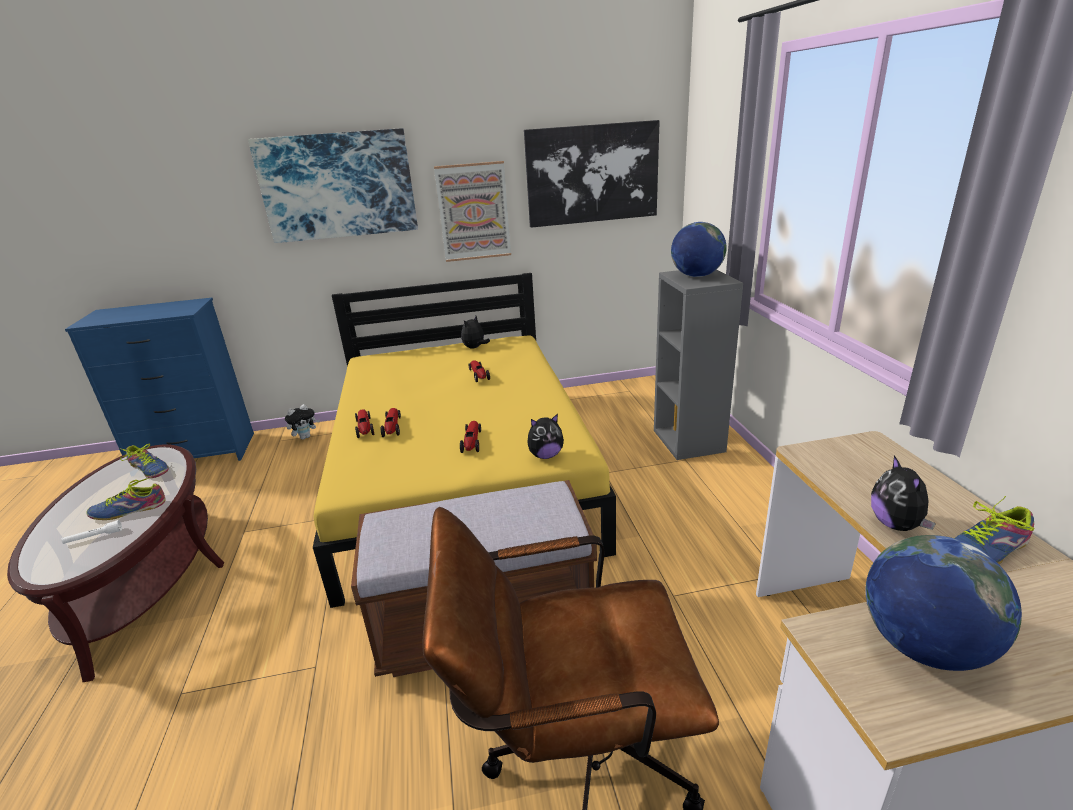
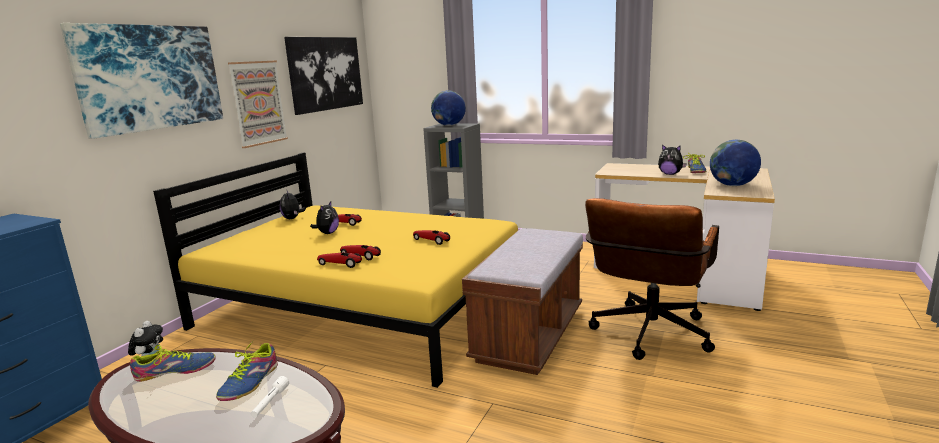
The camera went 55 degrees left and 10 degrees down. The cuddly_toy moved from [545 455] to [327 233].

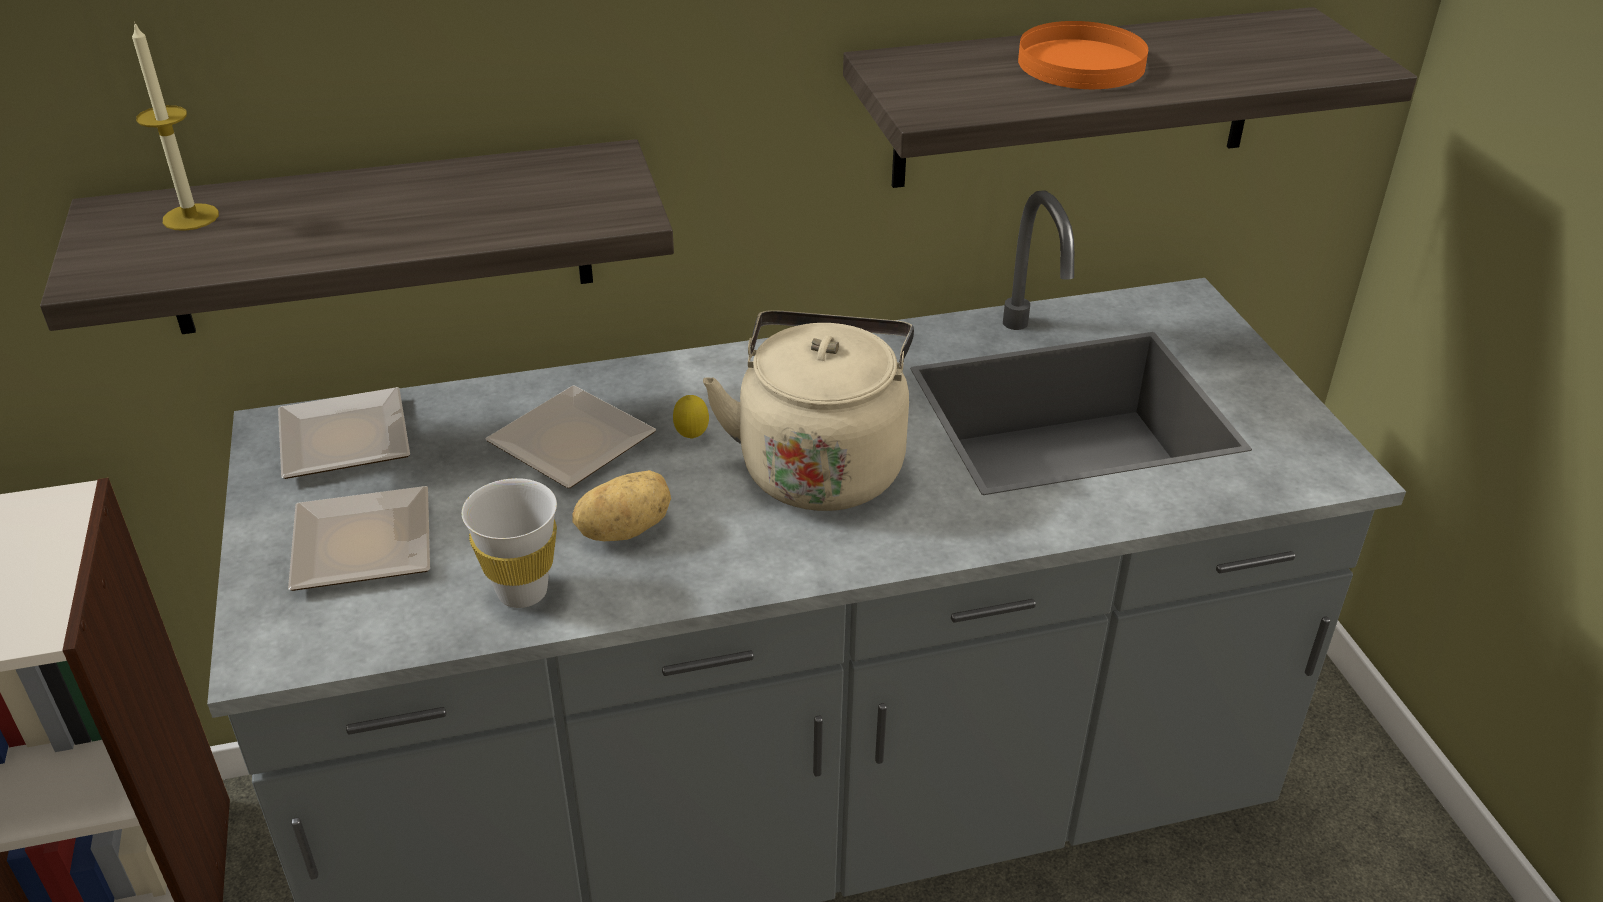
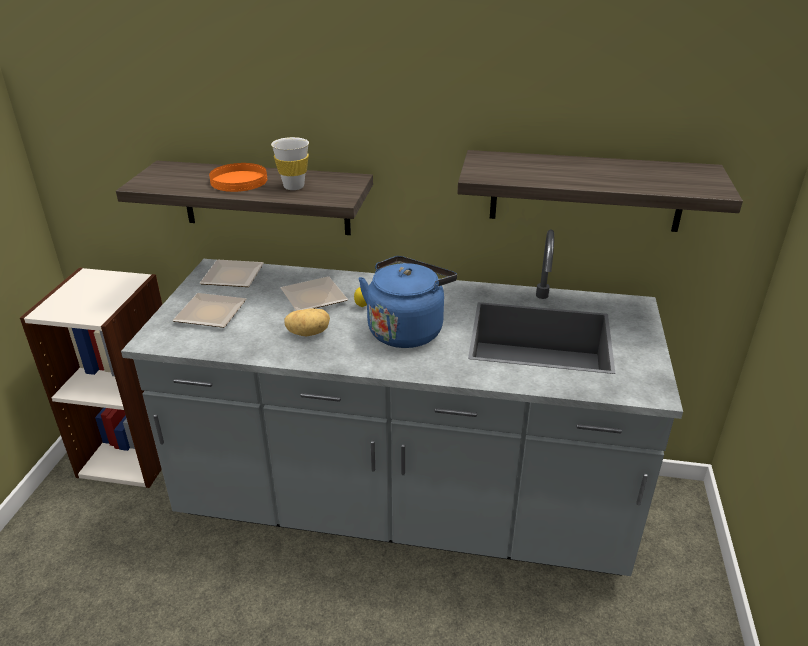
The camera went 25 degrees right and 5 degrees down. The orangey_dinner_plate moved from [1080 63] to [238 181]. The white_small_cup moved from [522 592] to [294 187]. The sand-coloured_kettle at [821 464] became the bluish_kettle at [407 329]. The wax_light at [190 217] disappeared.

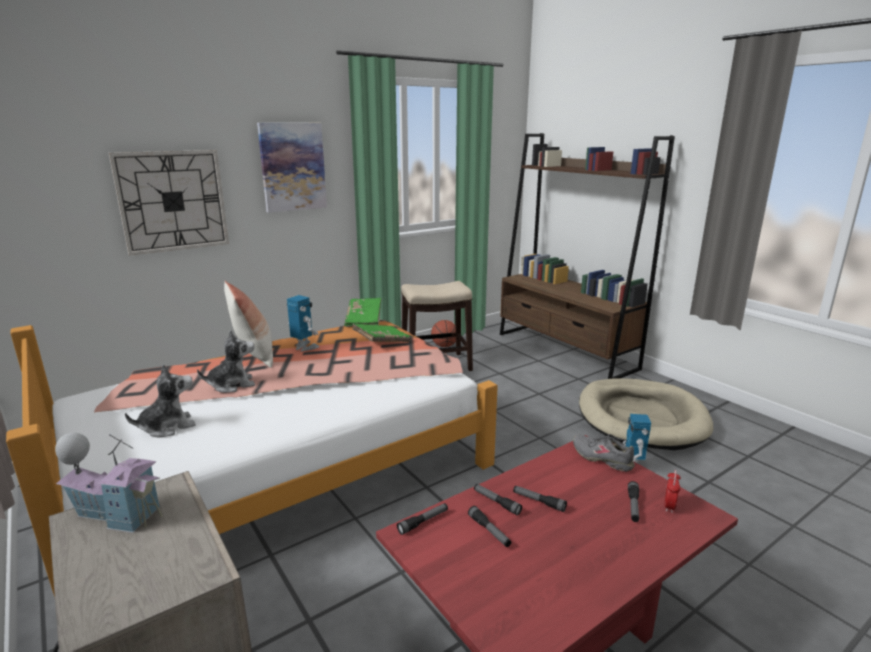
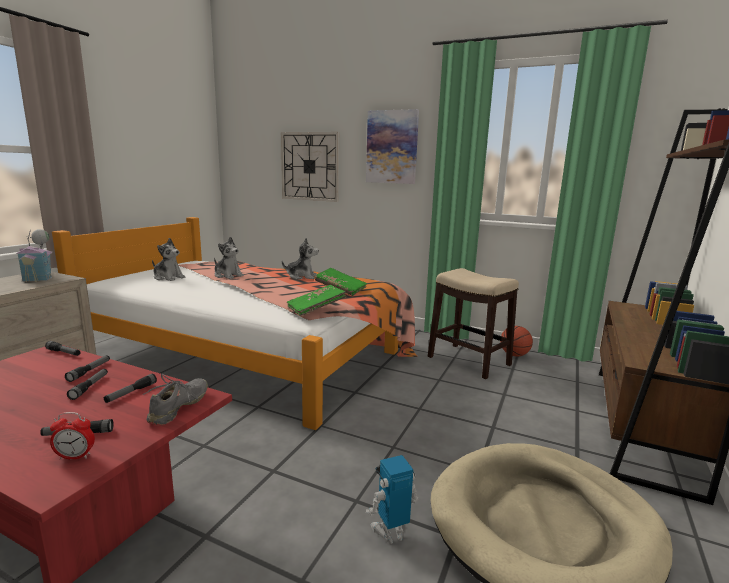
The camera went 60 degrees right and 5 degrees down. The flashlight moved from [489 531] to [131 393]. The toy_robot at [304 348] was replaced by the cuddly_toy at [301 276]. The green-coloured_book moved from [364 320] to [316 309]. The pillow at [254 355] disappeared.

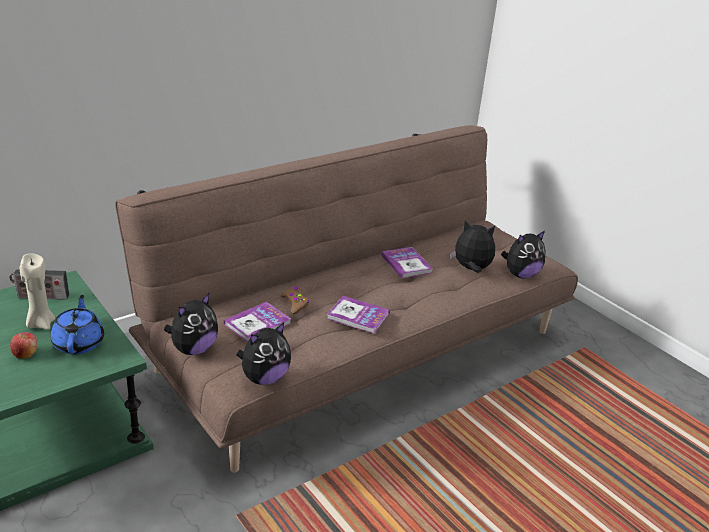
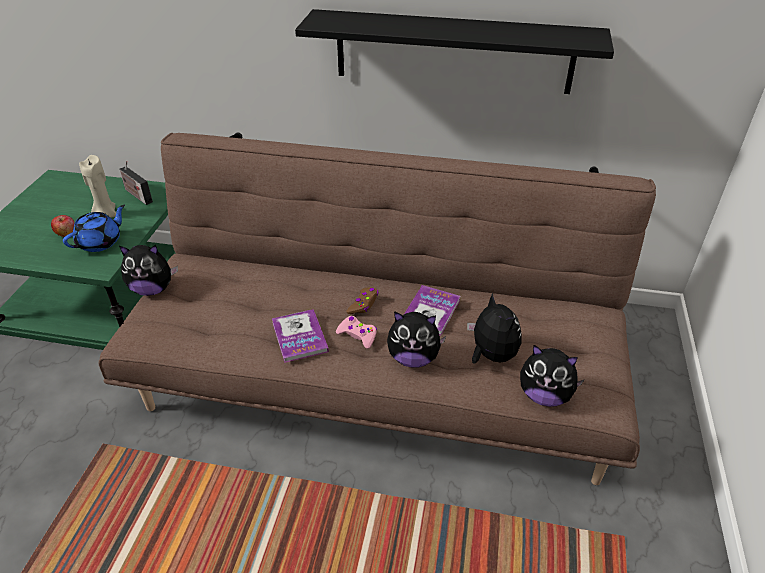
The camera went 50 degrees right and 10 degrees up. The black-coloured_wall_shelf at [453 52] appeared. The pink_game_controller at [357 335] appeared. The brown-coloured_game_controller moved from [295 303] to [363 304]. The cuddly_toy moved from [264 378] to [413 358]. The book at [257 324] disappeared.

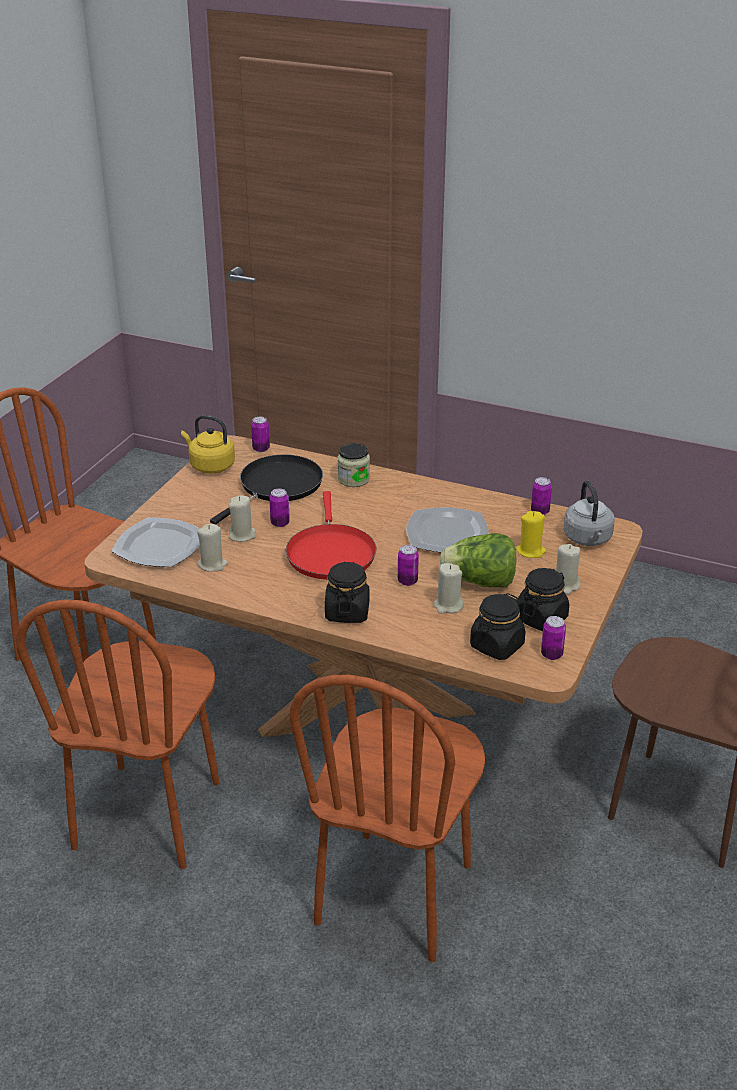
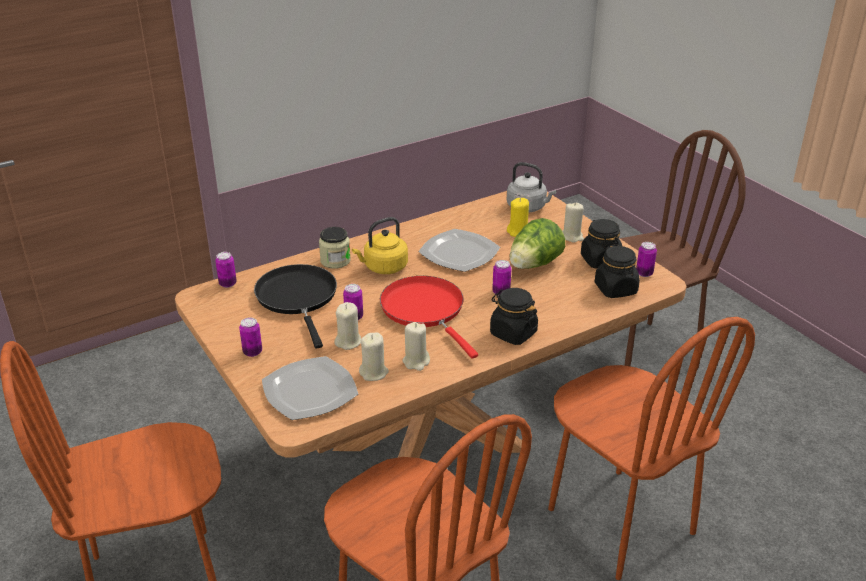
The camera went 55 degrees left and 0 degrees up. The metal_can moved from [540 511] to [252 352]. The yellow-coloured_kettle moved from [210 466] to [383 268]. The reddish_frying_pan at [330 553] turned 150 degrees counterclockwise. The sand-coloured_wax_light moved from [448 606] to [416 362].

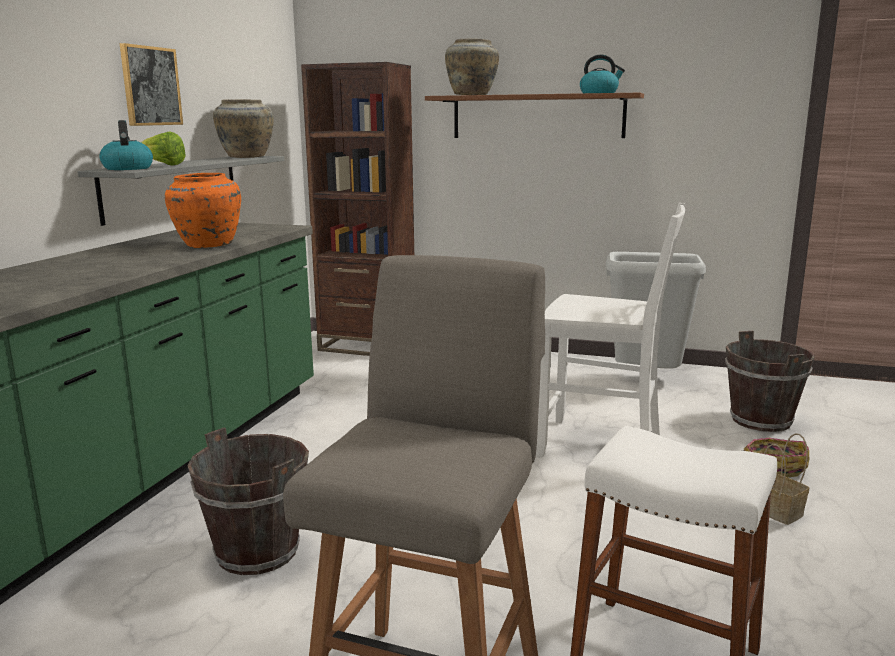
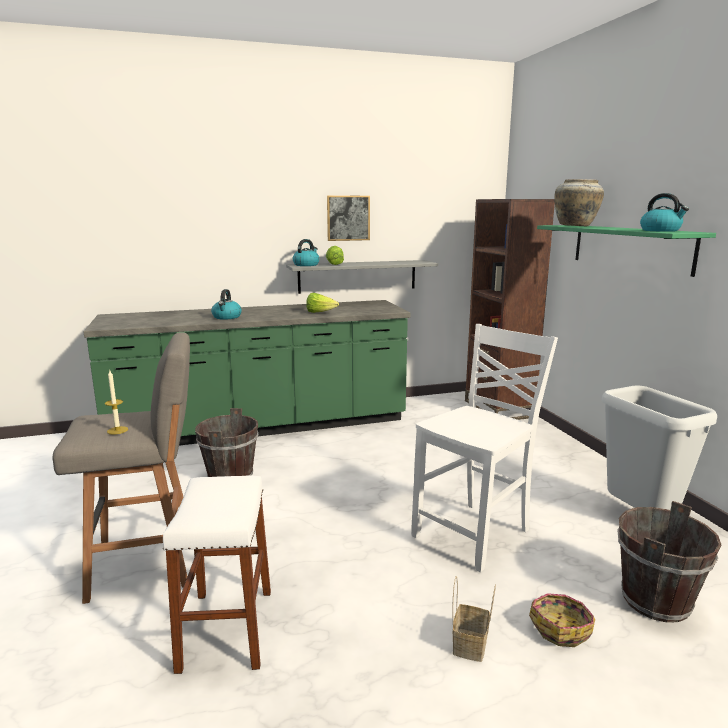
The camera went 55 degrees right and 0 degrees up. The wax_light at [117 430] appeared. The kettle at [227 317] appeared. The orangey_decorative_vase at [207 245] was replaced by the lettuce at [320 313]. The white_chair at [602 446] turned 120 degrees counterclockwise. The brown-coloured_wall_shelf at [537 116] became the green-coloured_wall_shelf at [630 247]. The sand-coloured_decorative_vase at [246 157] disappeared.

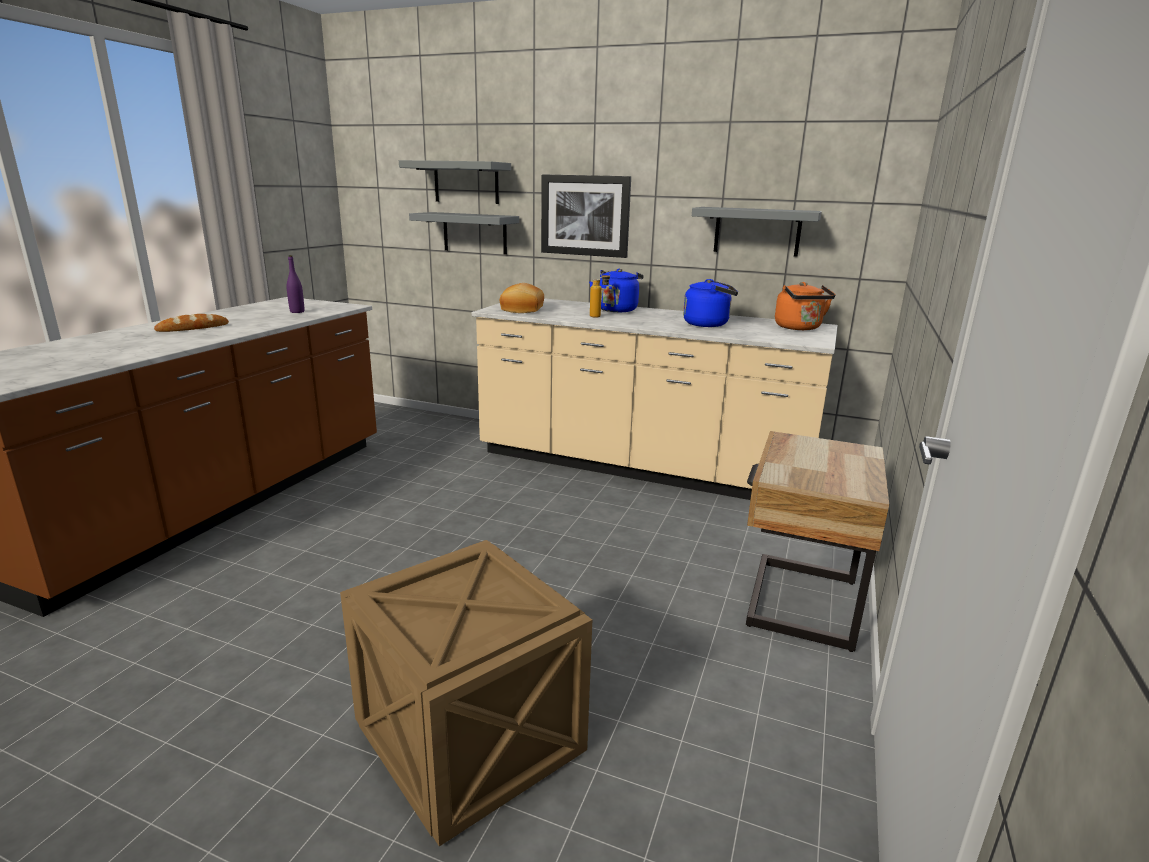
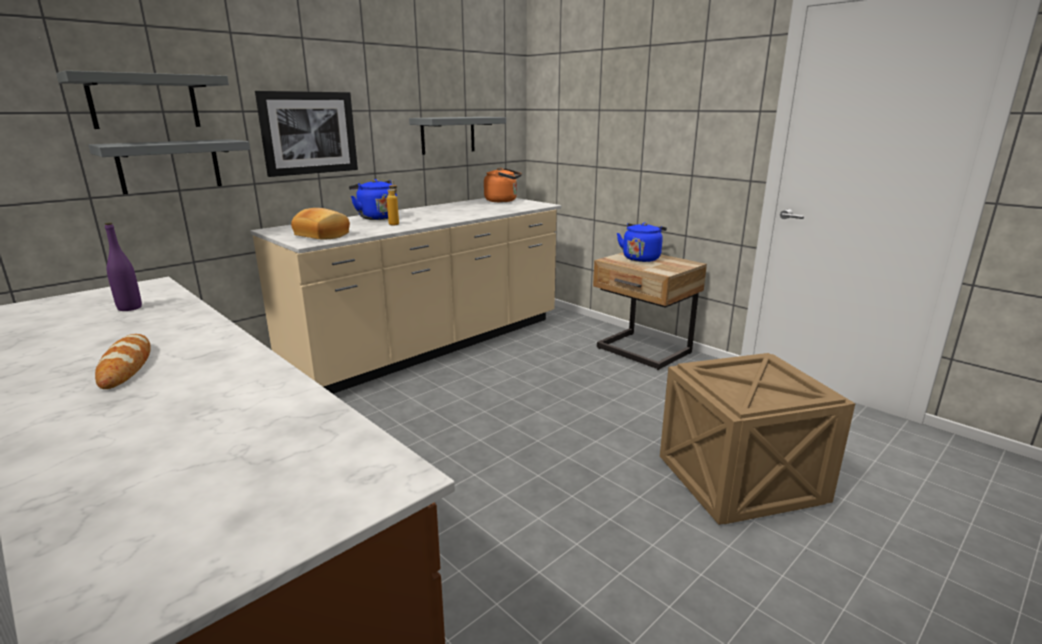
The camera went 65 degrees left and 0 degrees up. The bluish_kettle moved from [708 324] to [641 258].

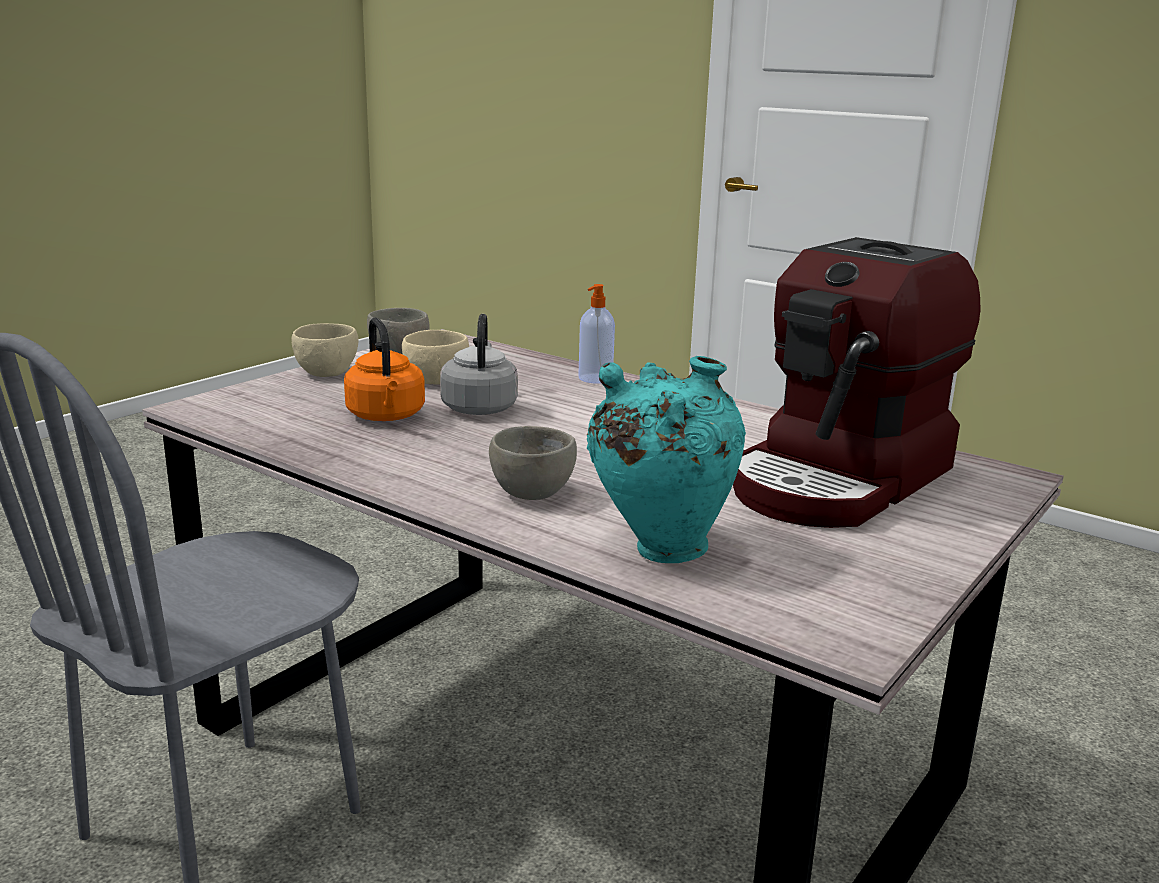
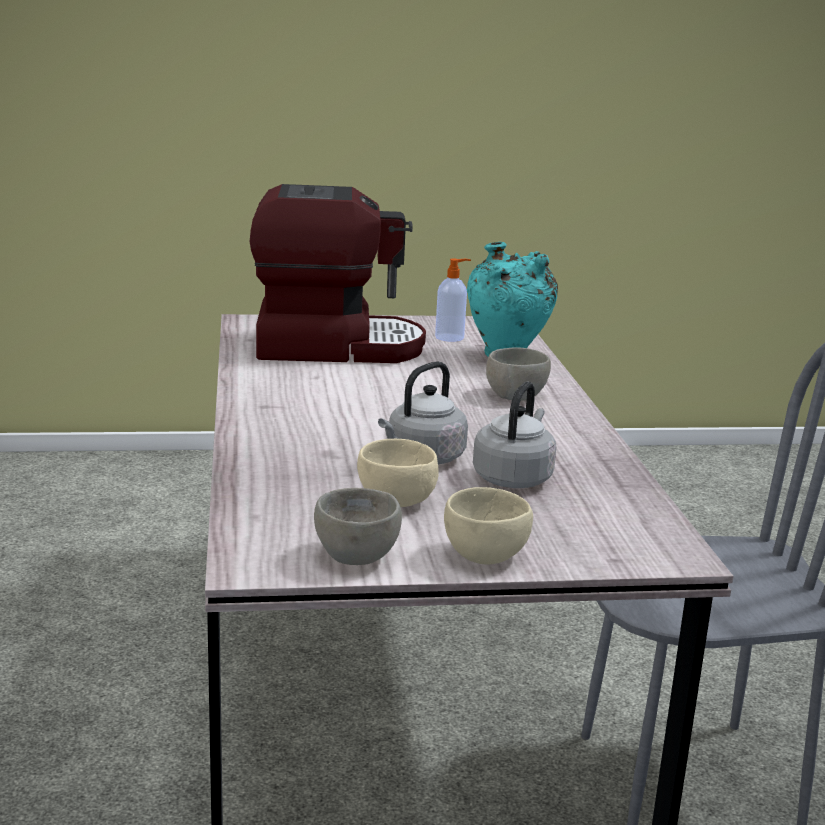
The camera went 135 degrees left and 0 degrees up. The soap_dispenser moved from [594 379] to [450 337]. The orangey_kettle at [386 416] became the greyish_kettle at [514 477].

